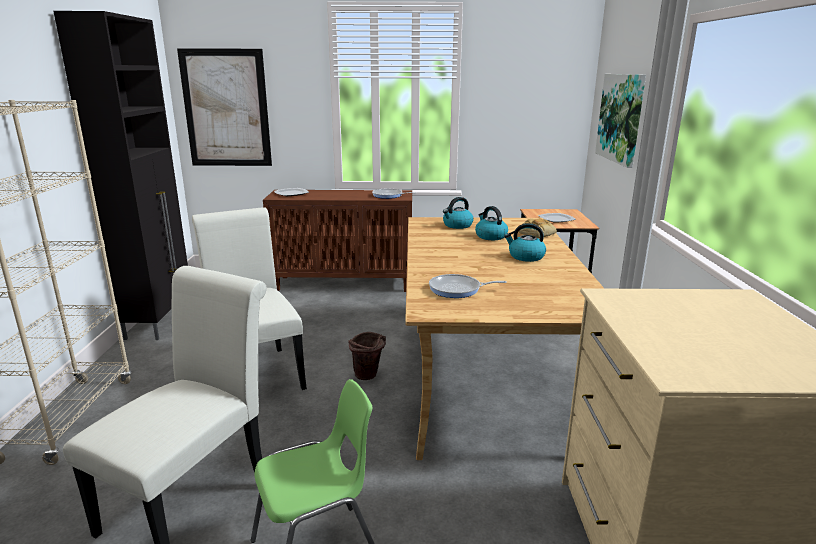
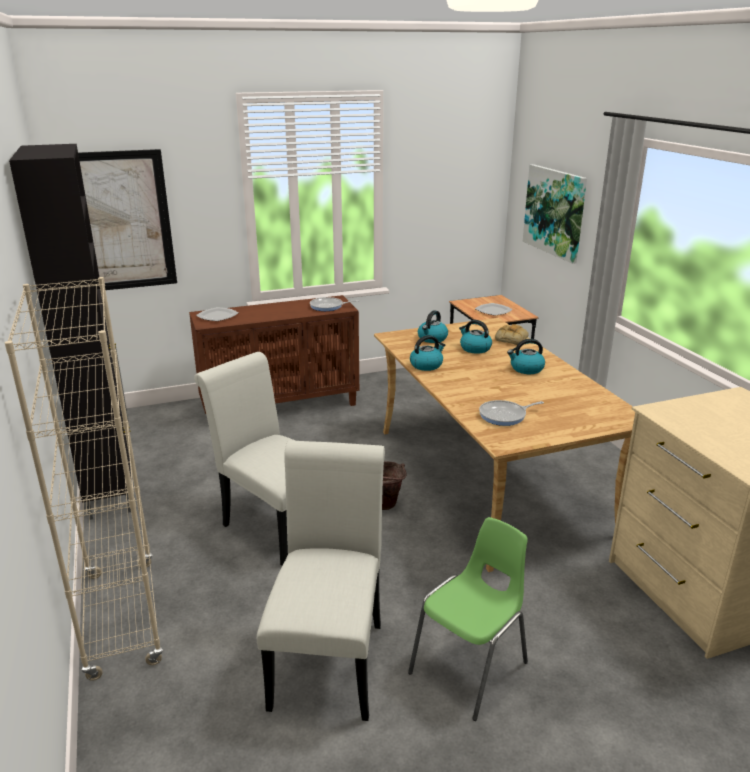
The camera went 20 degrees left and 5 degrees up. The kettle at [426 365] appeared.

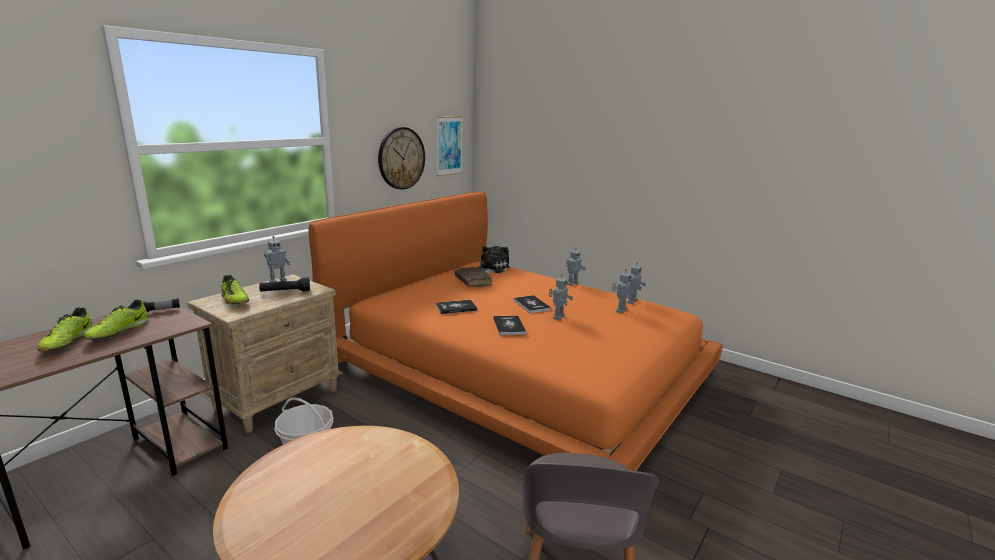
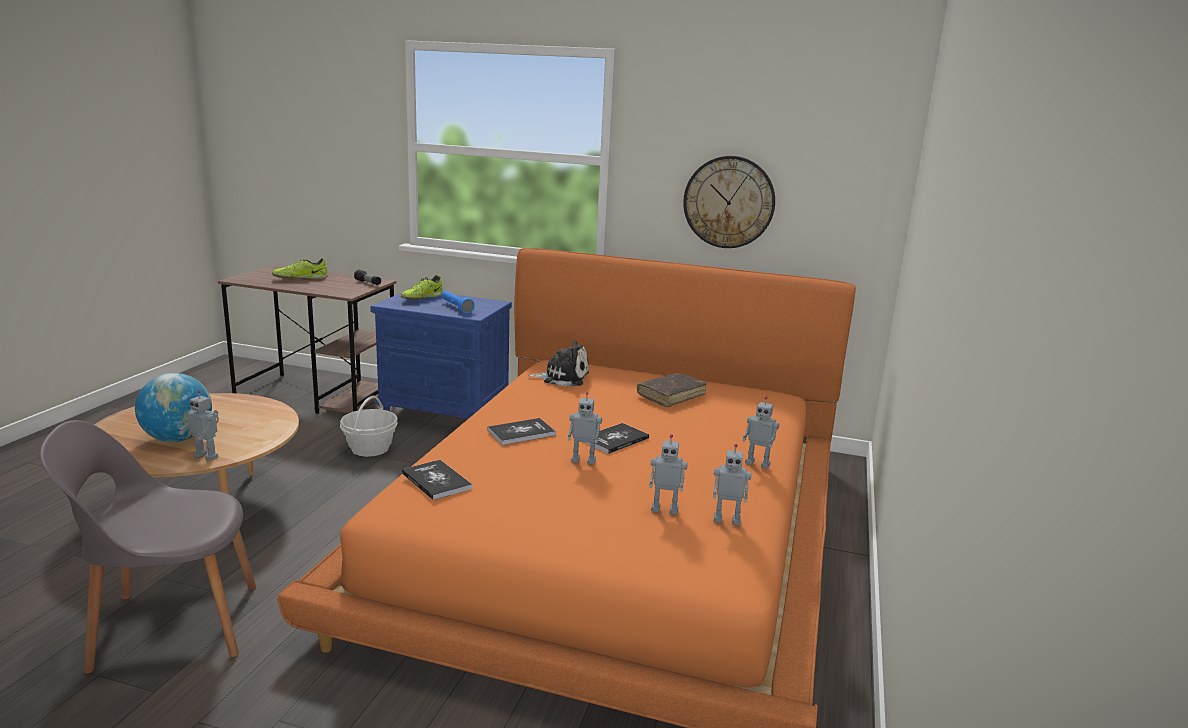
The camera went 70 degrees right and 0 degrees up. The world_globe at [178 439] appeared. The toy_robot moved from [277 281] to [207 456]. The sand-coloured_night_table at [278 398] became the bluish_night_table at [445 417]. The book moved from [456 307] to [436 481]. The black-coloured_flashlight at [285 292] became the bluish_flashlight at [456 307]. The cuddly_toy moved from [492 269] to [563 377]. The item_of_footwear at [118 332] disappeared. The wall_picture at [449 146] disappeared.

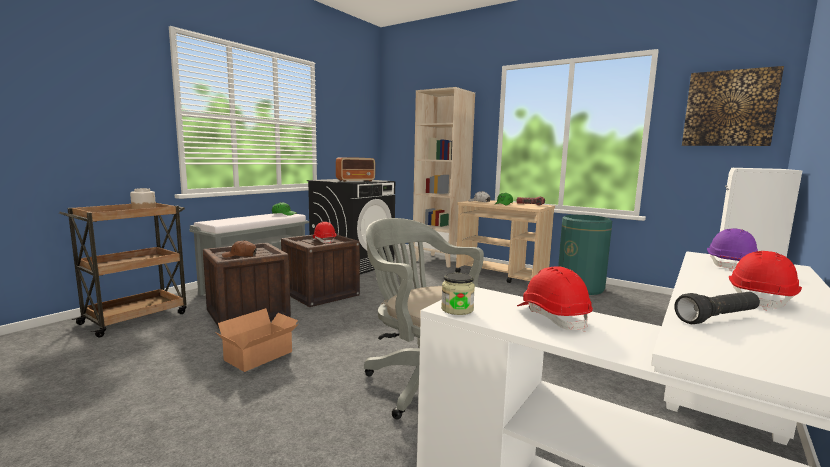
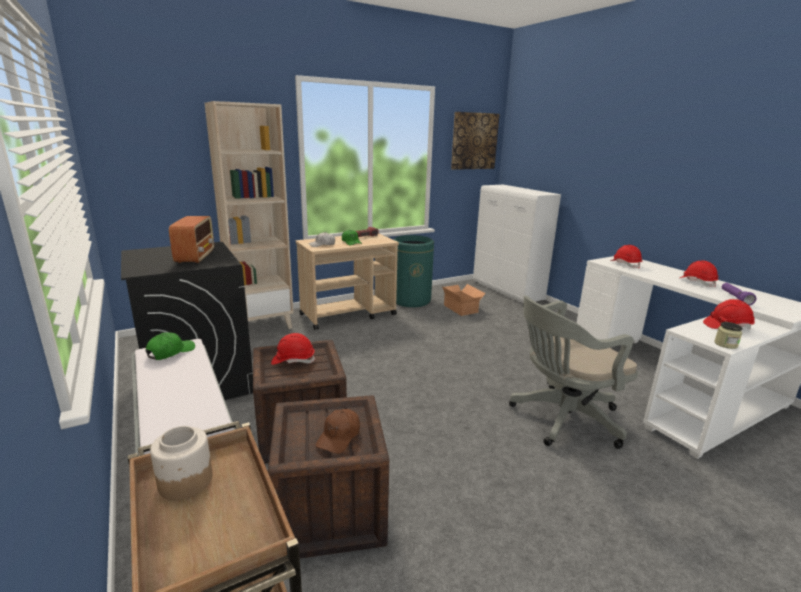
The camera went 65 degrees left and 10 degrees up. The packing_box moved from [261 356] to [461 308]. The purplish_hard_hat at [731 265] became the reddish_hard_hat at [625 264]. The black-coloured_flashlight at [717 318] became the purplish_flashlight at [735 298].

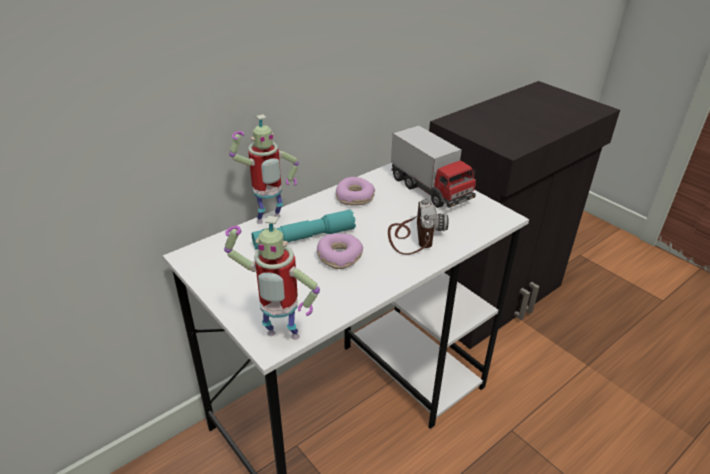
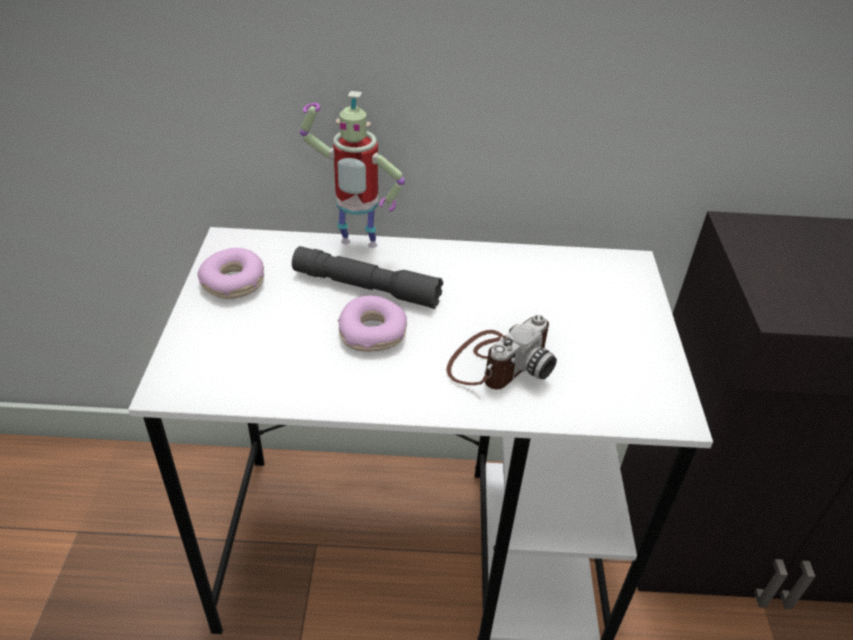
The camera went 40 degrees right and 5 degrees up. The doughnut moved from [355 197] to [234 283]. The blue-green_flashlight at [304 238] became the greyish_flashlight at [366 287]. The toy_robot at [280 338] disappeared. The model_truck at [430 189] disappeared.

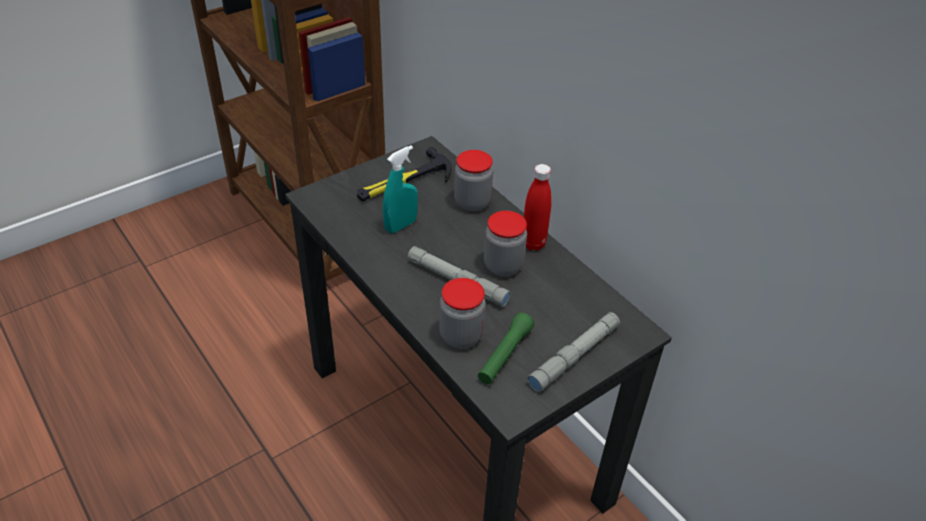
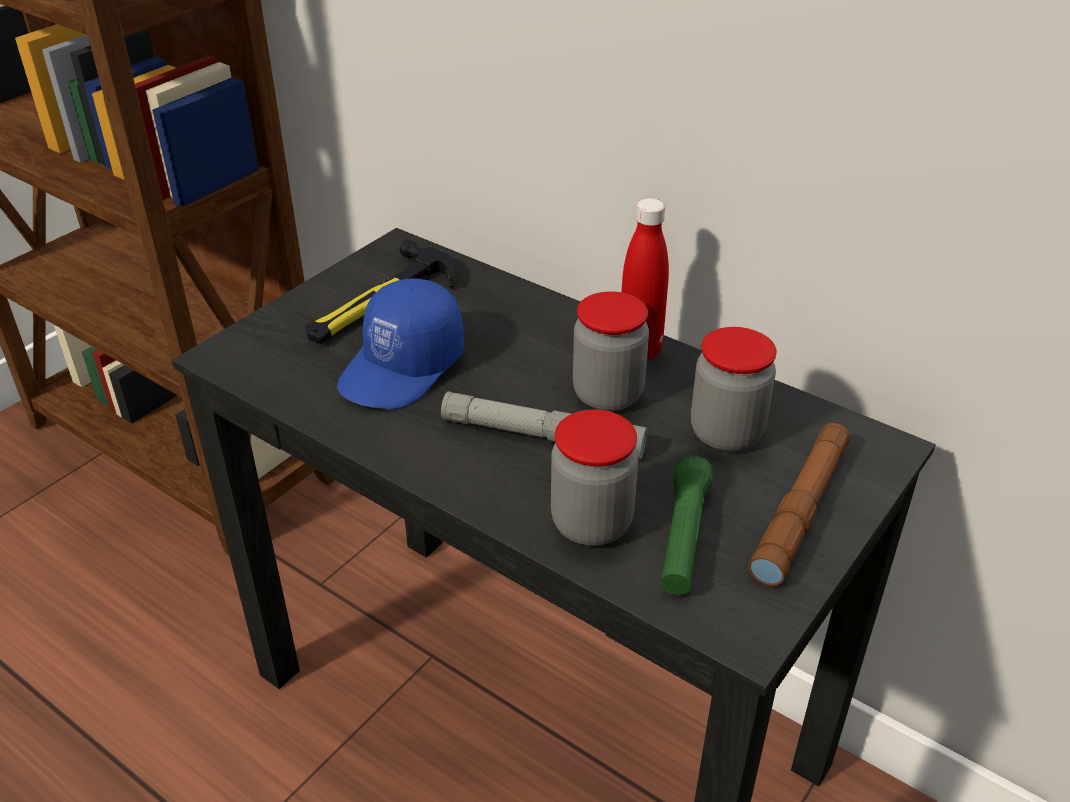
The camera went 15 degrees left and 5 degrees down. The blue-green_sprayer at [401 225] was replaced by the bluish_cap at [403 368]. The storage_jar moved from [472 202] to [726 433]. The greyish_flashlight at [574 356] became the brown-coloured_flashlight at [800 511].

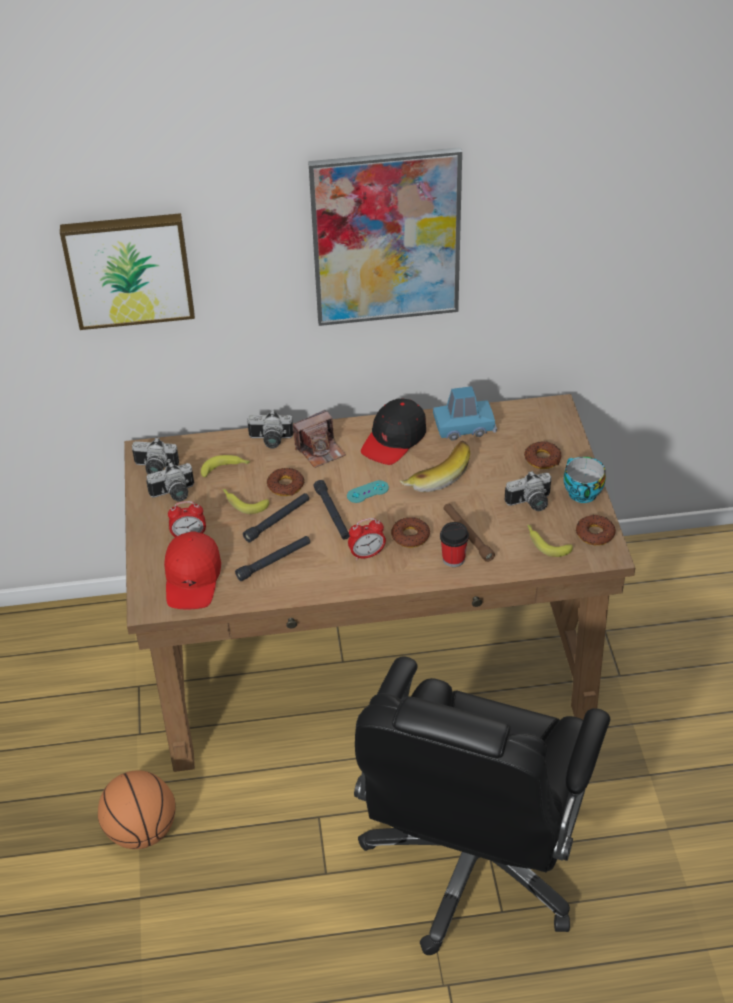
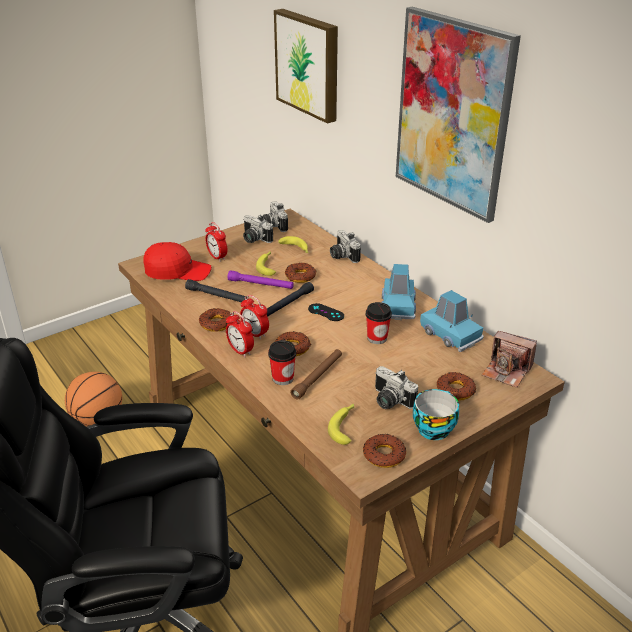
The camera went 60 degrees right and 10 degrees down. The reddish_cap at [193 578] turned 150 degrees counterclockwise. The doughnut at [216 324] appeared. The table_clock at [240 351] appeared. The black-coloured_flashlight at [277 521] became the purplish_flashlight at [260 284]. The blue-green_game_controller at [367 492] became the black-coloured_game_controller at [326 312]. The whole_banana at [435 474] was replaced by the small_cup at [377 338]. The black-coloured_cap at [394 439] was replaced by the bluish_miniature_car at [398 306]. The still_camera moved from [320 450] to [506 371].

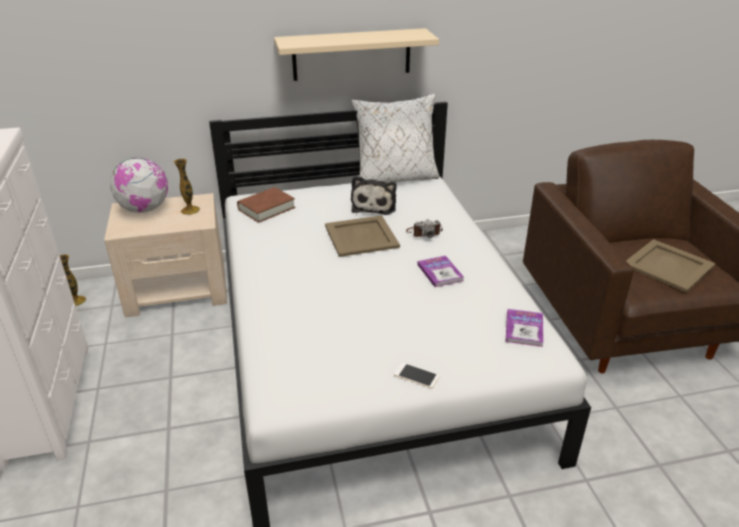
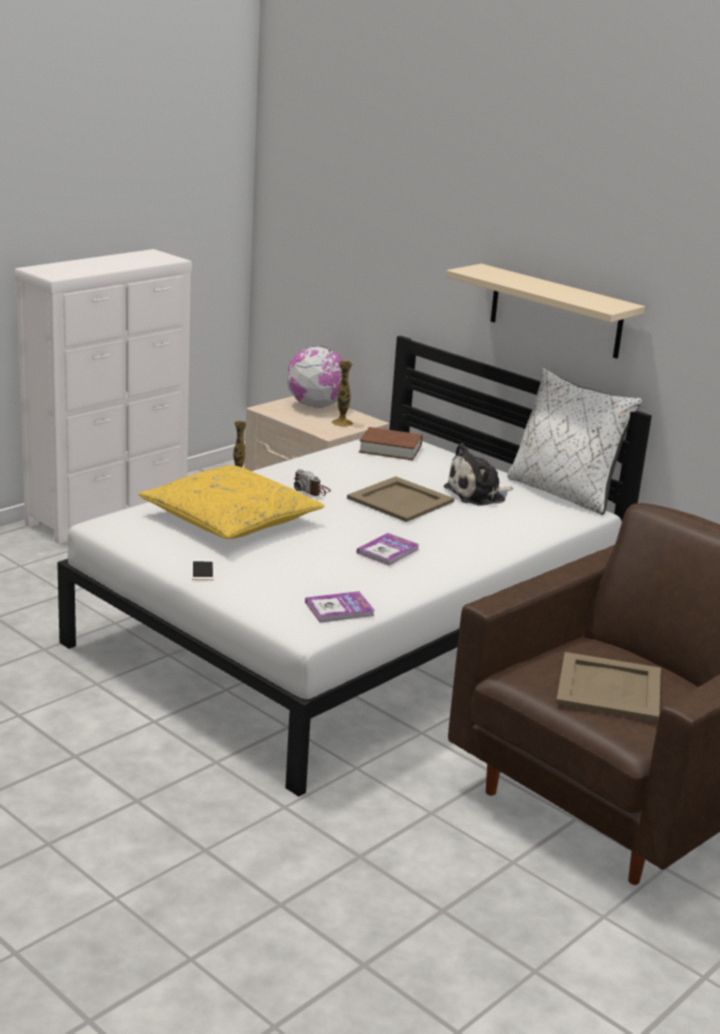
The camera went 55 degrees right and 10 degrees down. The yellow-coloured_pillow at [230 519] appeared. The still_camera moved from [424 232] to [311 490].

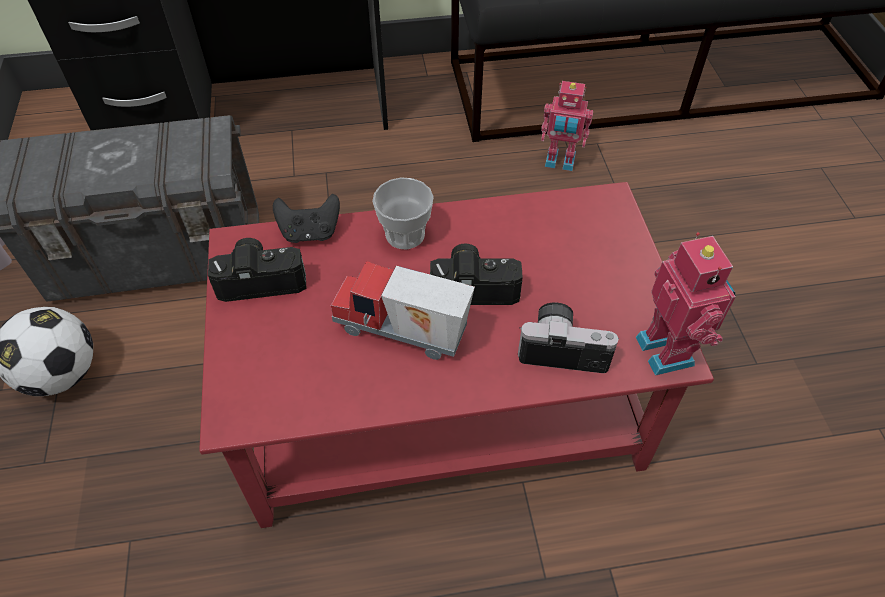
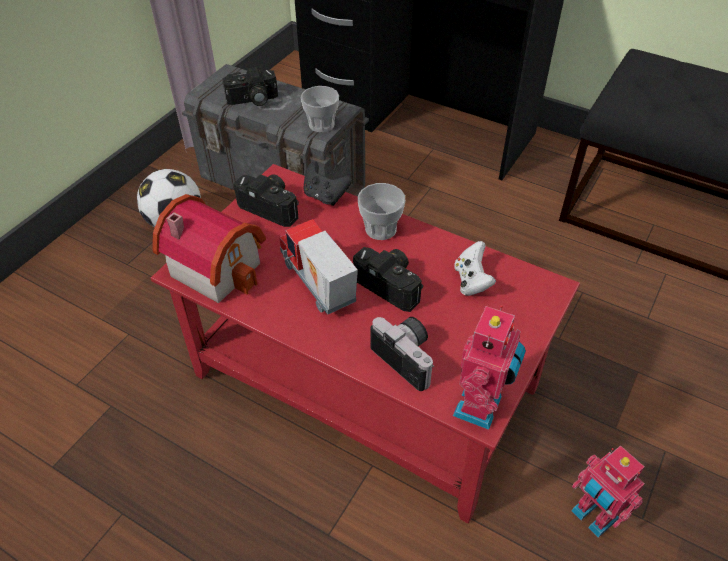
The camera went 40 degrees right and 5 degrees down. The model_house at [218 265] appeared. The still_camera at [252 100] appeared. The small_cup at [321 125] appeared. The white_game_controller at [471 281] appeared. The toy_robot moved from [559 162] to [592 516].

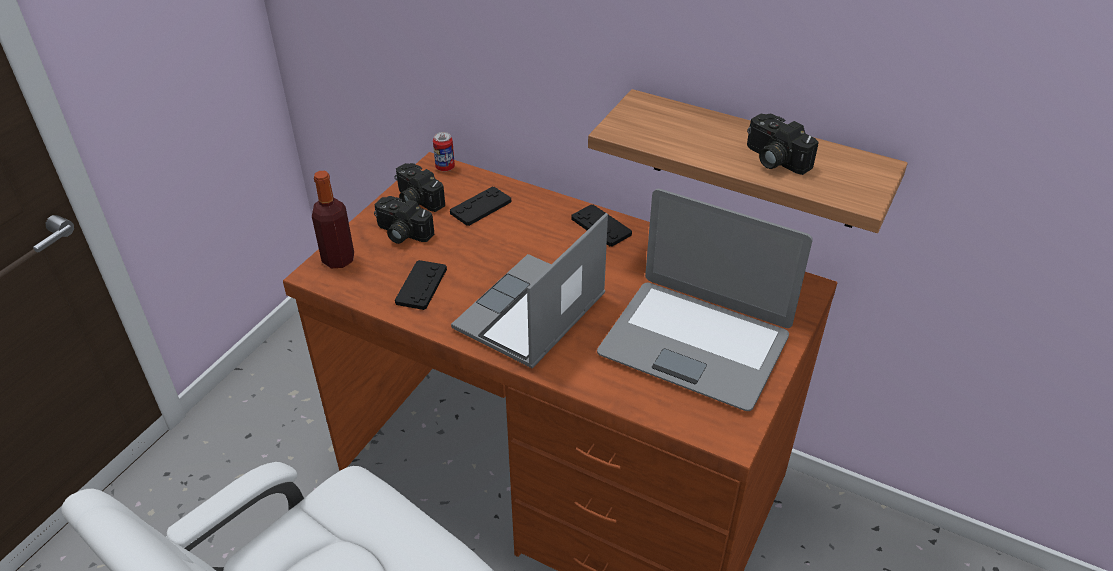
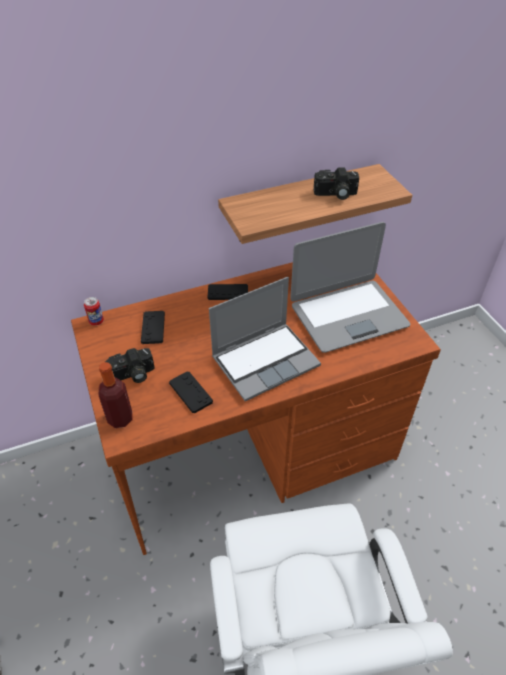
The camera went 50 degrees left and 5 degrees up. The notebook_computer at [531 315] turned 105 degrees counterclockwise. The still_camera at [416 200] disappeared.

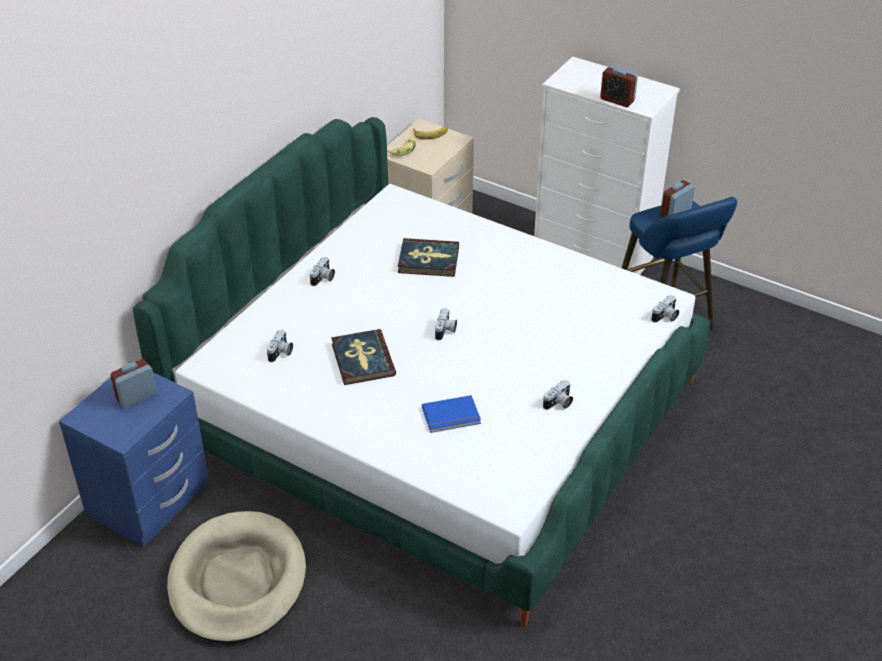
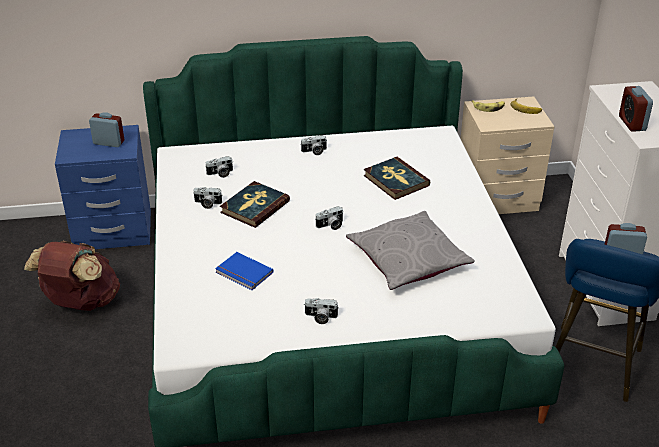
The camera went 50 degrees right and 5 degrees down. The sand-coloured_dog_bed at [237 581] was replaced by the brown-coloured_backpack at [81 303]. The still_camera moved from [665 317] to [207 204]. The greyish_pillow at [408 259] appeared.

